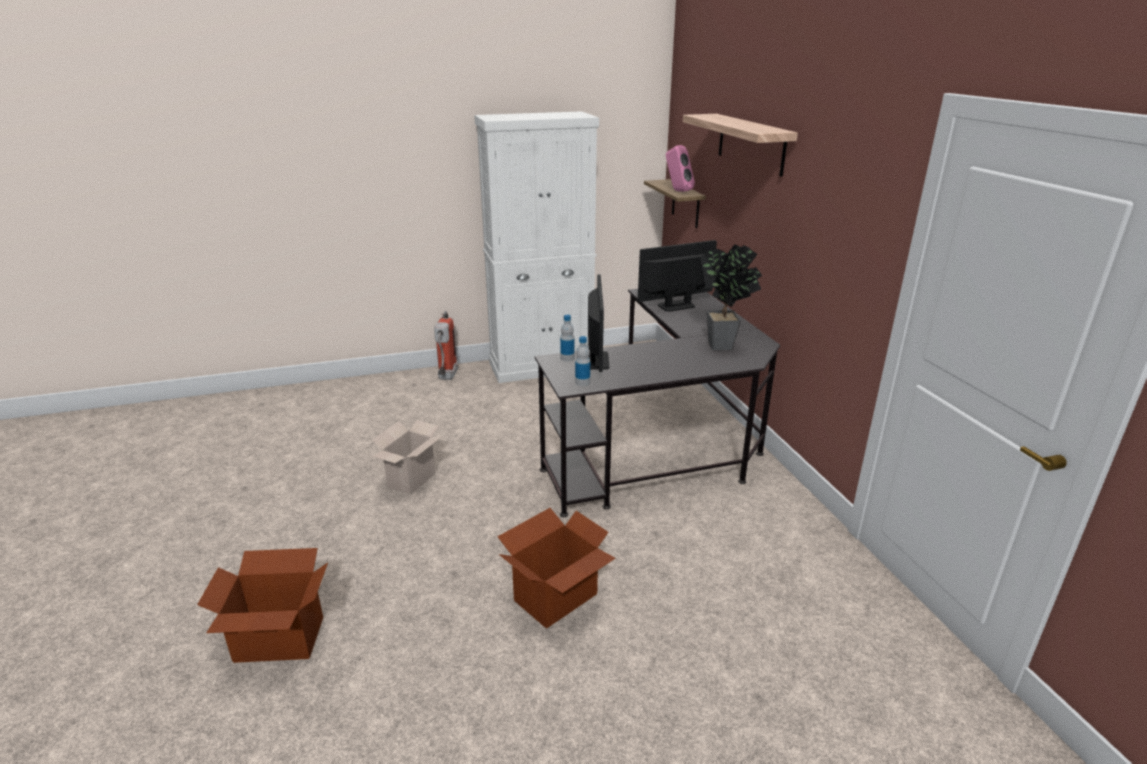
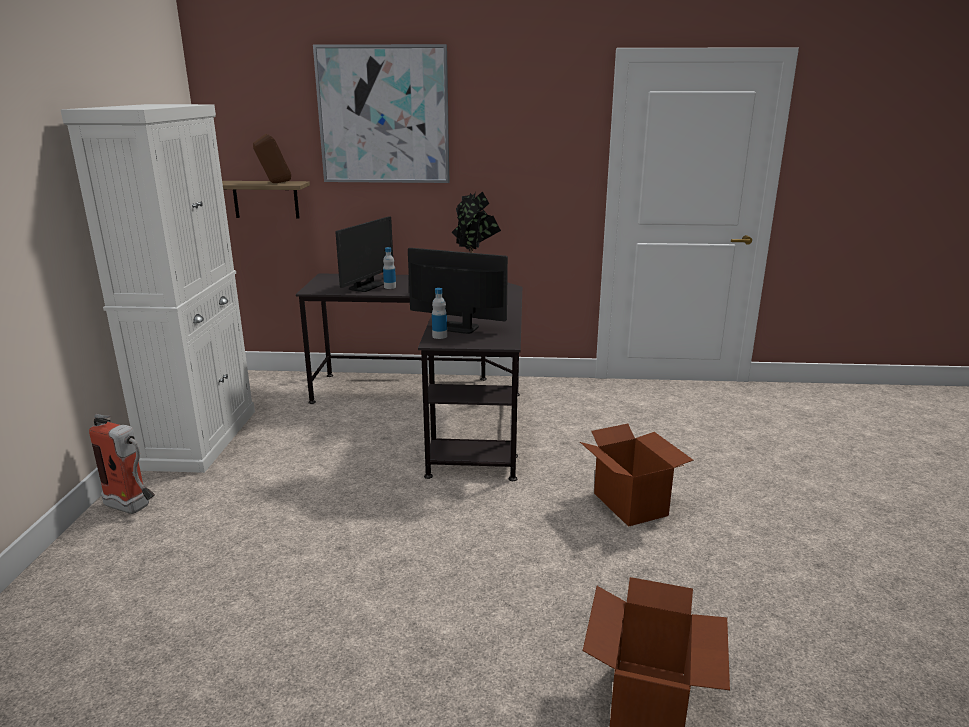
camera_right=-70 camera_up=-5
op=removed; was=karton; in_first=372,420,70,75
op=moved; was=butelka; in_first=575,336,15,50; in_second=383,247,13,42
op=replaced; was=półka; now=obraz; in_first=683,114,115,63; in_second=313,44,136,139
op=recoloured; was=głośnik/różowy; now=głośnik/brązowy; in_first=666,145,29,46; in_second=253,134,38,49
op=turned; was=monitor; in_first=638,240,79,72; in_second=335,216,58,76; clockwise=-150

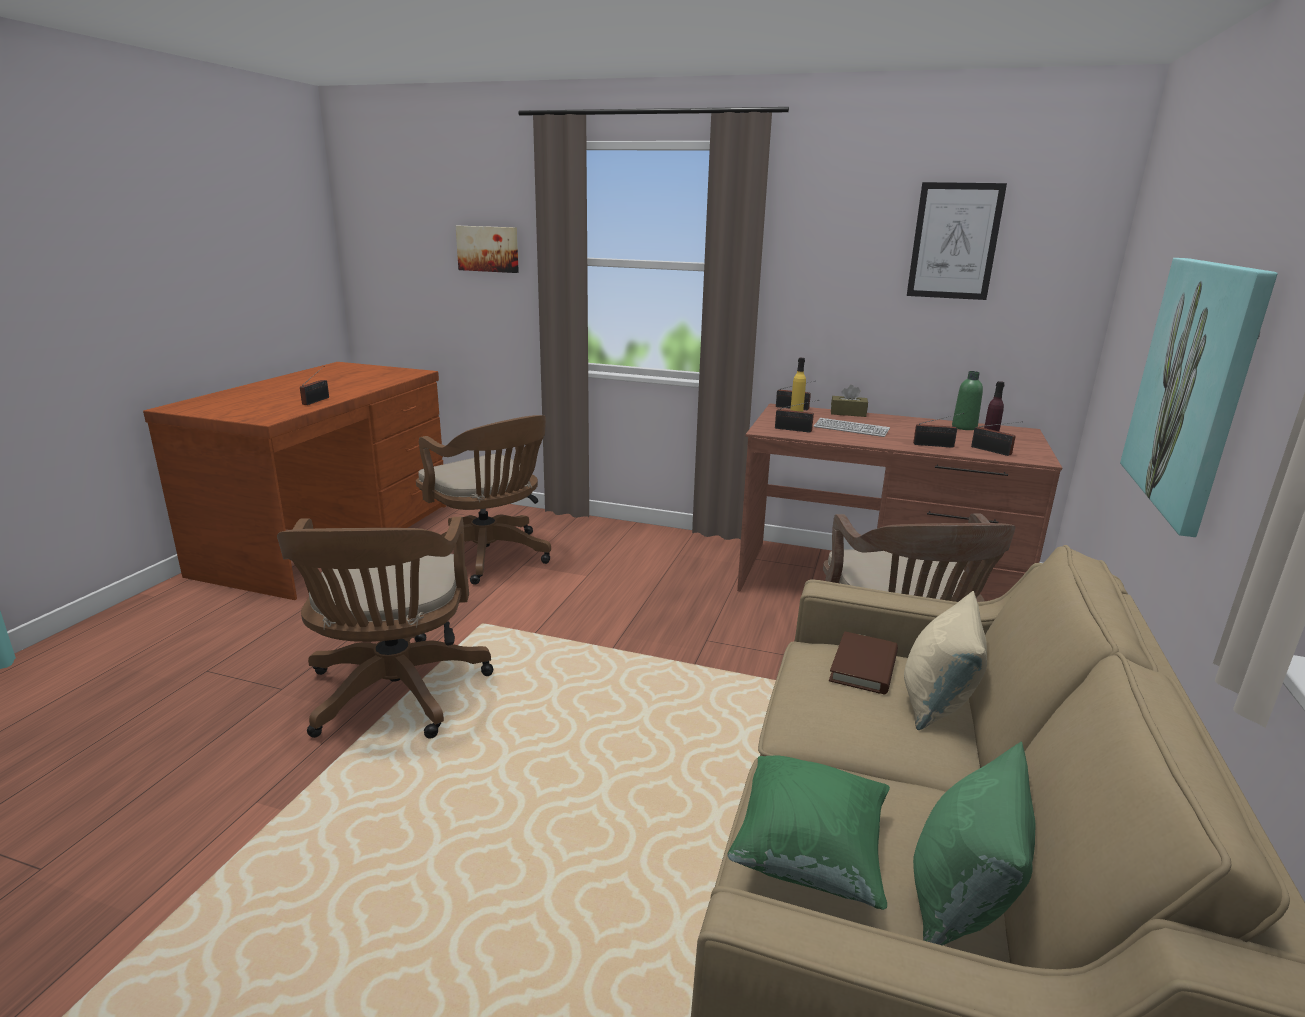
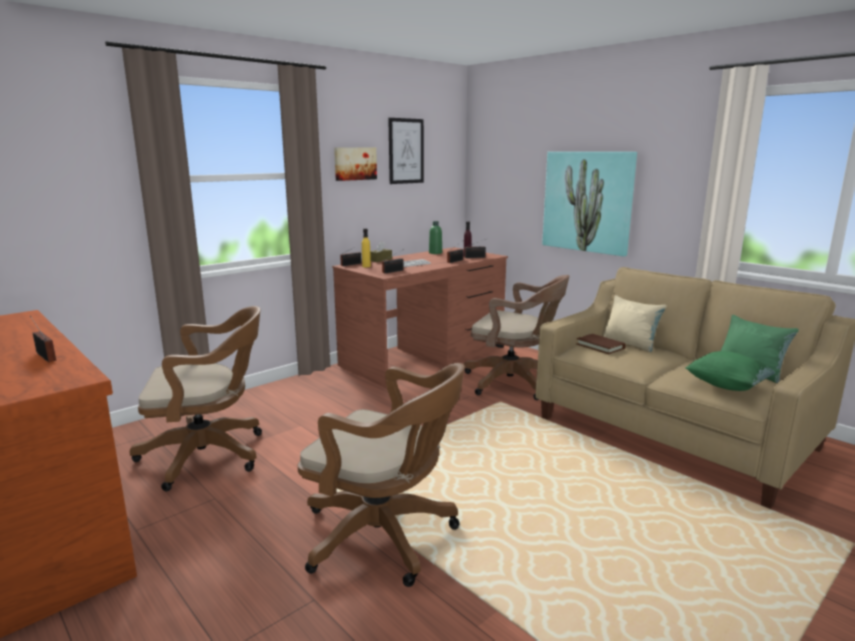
camera_right=-60 camera_up=-5
op=moved; was=obraz; in_first=456,226,63,47; in_second=334,147,43,34

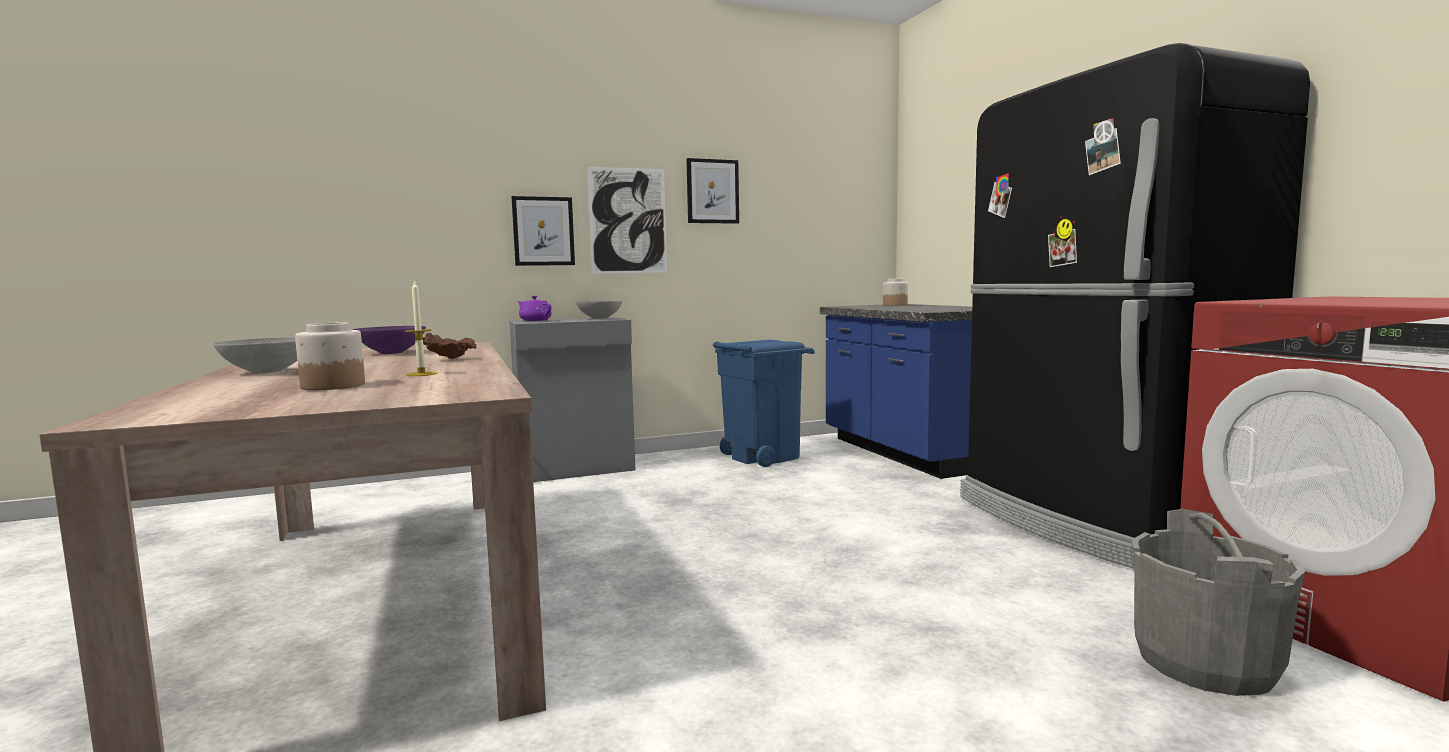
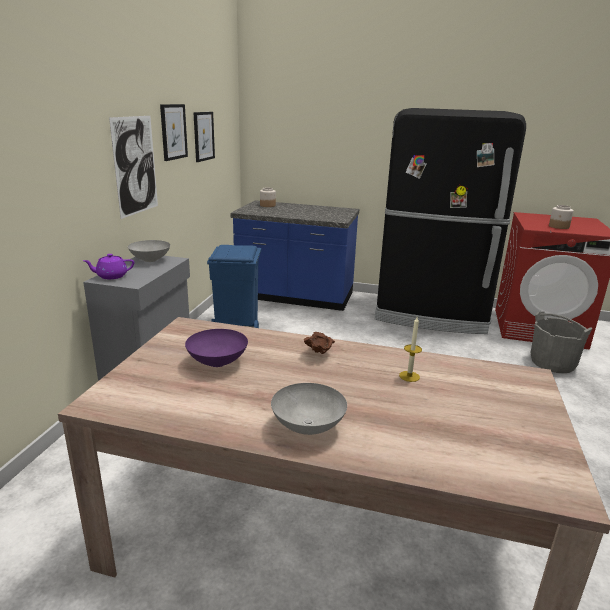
camera_right=-55 camera_up=15
op=moved; was=słoik; in_first=295,323,70,67; in_second=549,205,25,24
op=moved; was=obraz; in_first=511,196,64,70; in_second=193,112,22,50

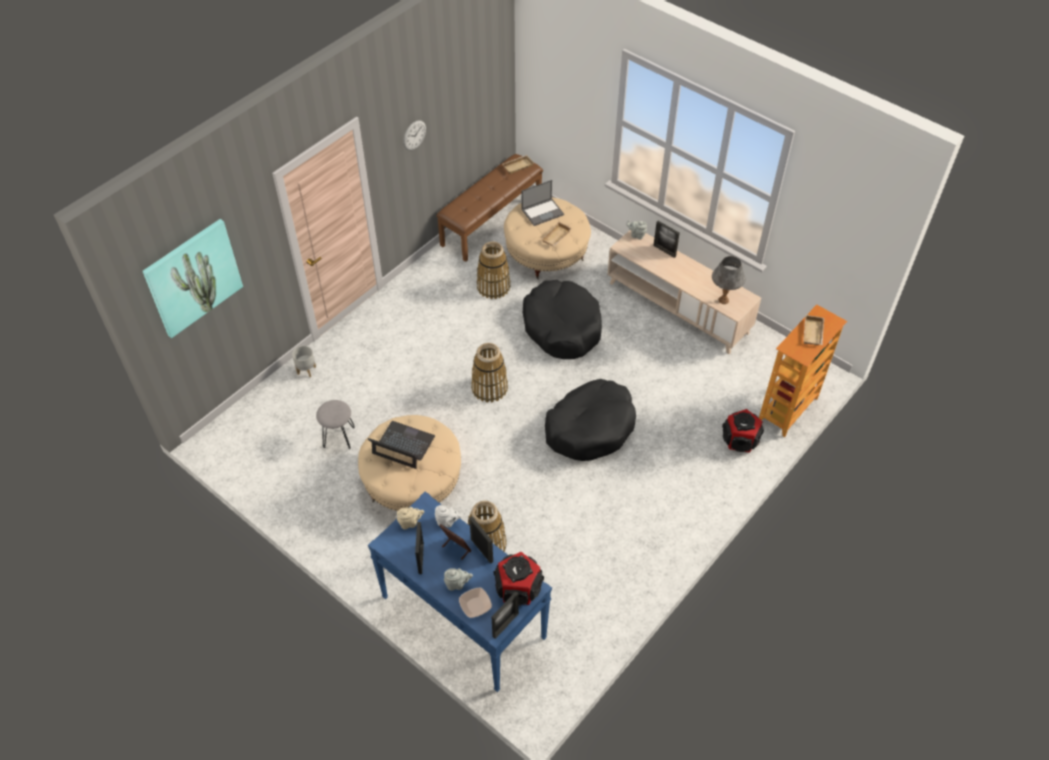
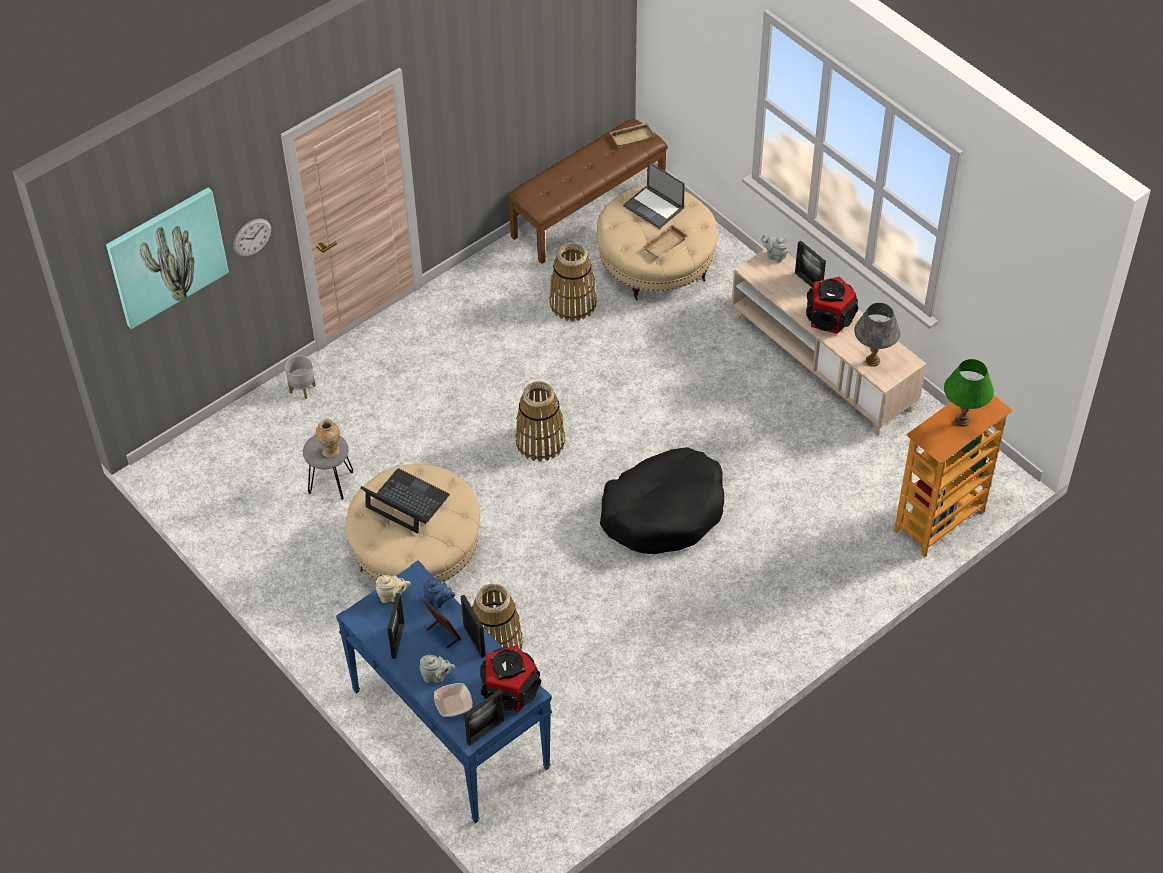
camera_right=10 camera_up=0
op=removed; was=legowisko/czarny; in_first=523,280,79,79
op=added; now=wazon; in_second=316,418,24,40
op=moved; was=zegar ścienny; in_first=403,120,23,31; in_second=233,219,38,38
op=moved; was=głośnik; in_first=722,409,42,44; in_second=806,277,52,57
op=replaced; was=taca/beżowy; now=lampa stołowa/zielony; in_first=803,315,21,30; in_second=944,359,50,68
op=recoloured; was=imbryk/biały; now=imbryk/niebieski; in_first=435,505,27,23; in_second=423,578,32,30
op=turned; was=laptop; in_first=521,180,43,46; in_second=623,161,62,68; clockwise=60

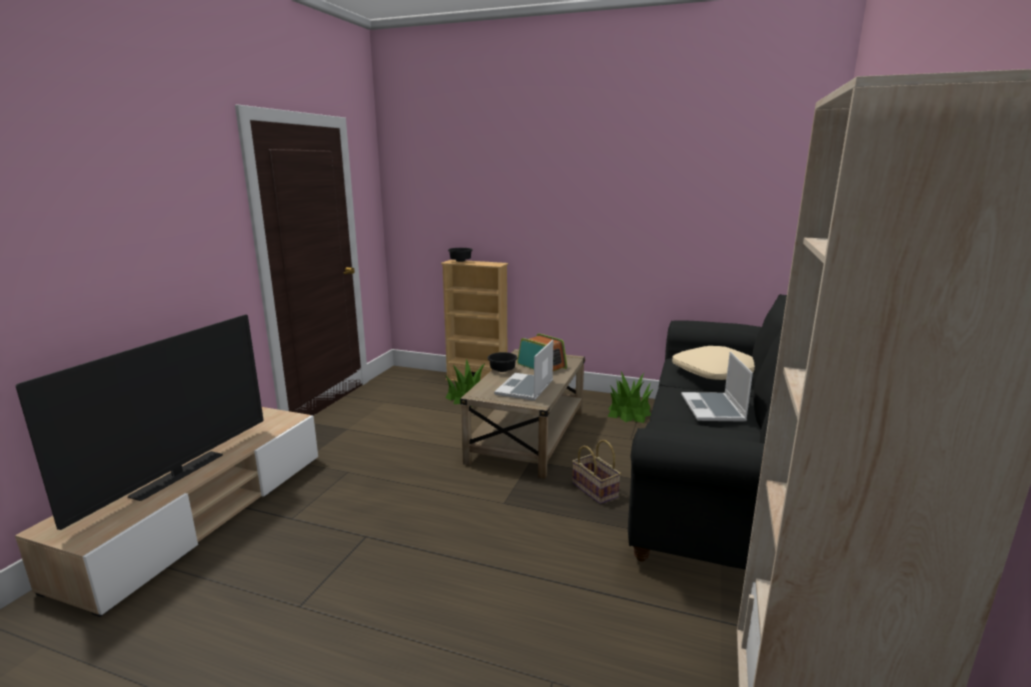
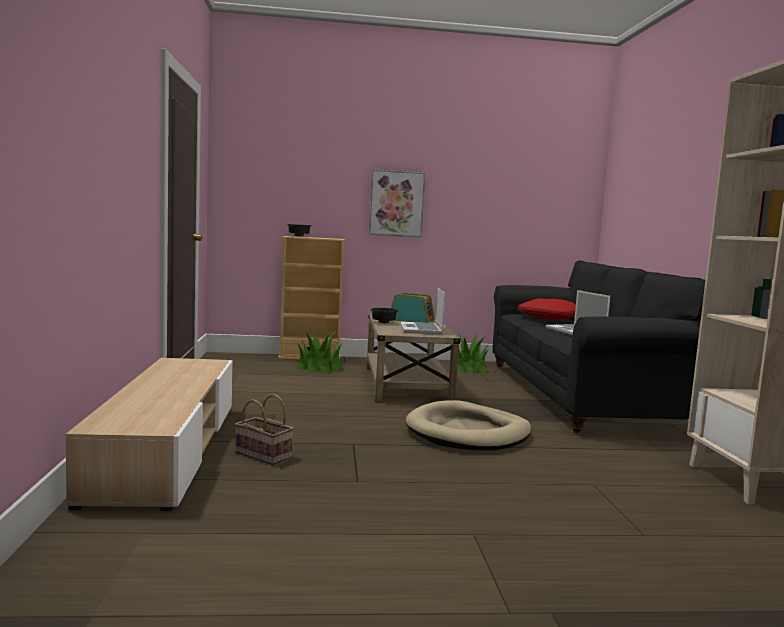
camera_right=-25 camera_up=-10
op=removed; was=telewizor; in_first=16,314,247,216
op=added; now=obraz; in_second=369,169,56,69
op=added; now=legowisko/beżowy; in_second=405,400,126,51
op=moved; was=koszyk; in_first=572,440,49,64; in_second=235,394,59,71
op=recoloured; was=poduszka/beżowy; now=poduszka/czerwony; in_first=672,346,83,34; in_second=518,298,58,22

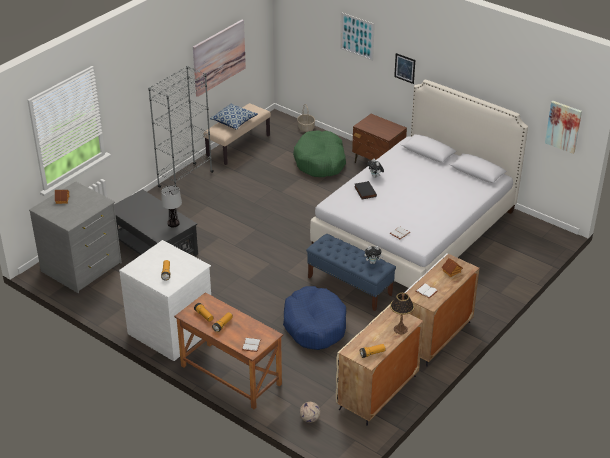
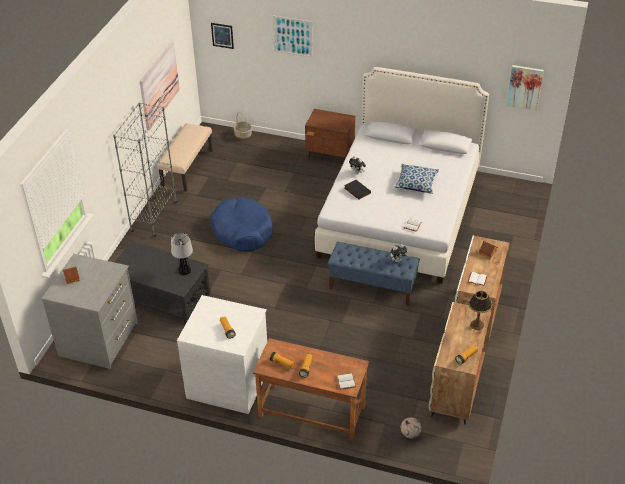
camera_right=-20 camera_up=5
op=removed; was=legowisko/zielony; in_first=293,130,53,47
op=moved; was=poduszka; in_first=210,104,48,26; in_second=395,164,44,30
op=moved; was=legowisko/niebieski; in_first=283,286,63,64; in_second=211,197,62,55
op=moved; was=obraz; in_first=394,53,21,31; in_second=211,23,23,26

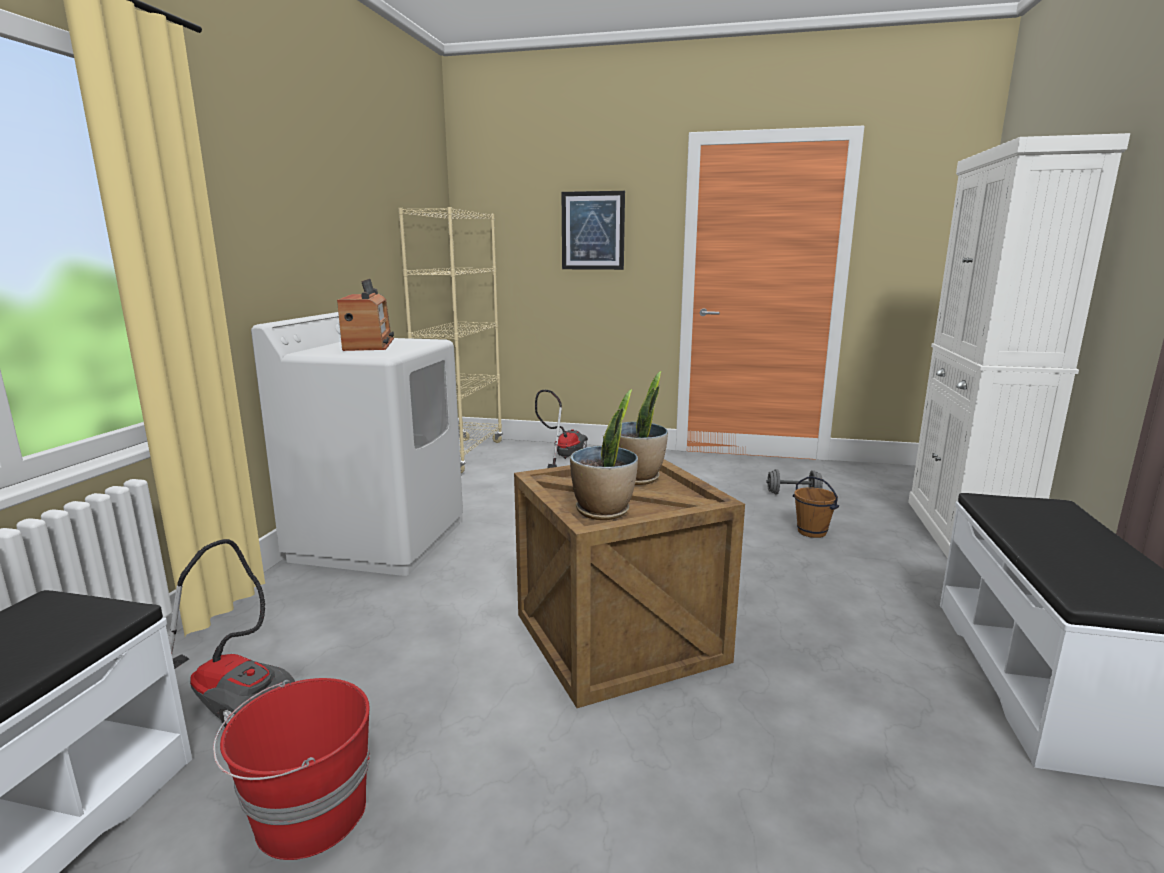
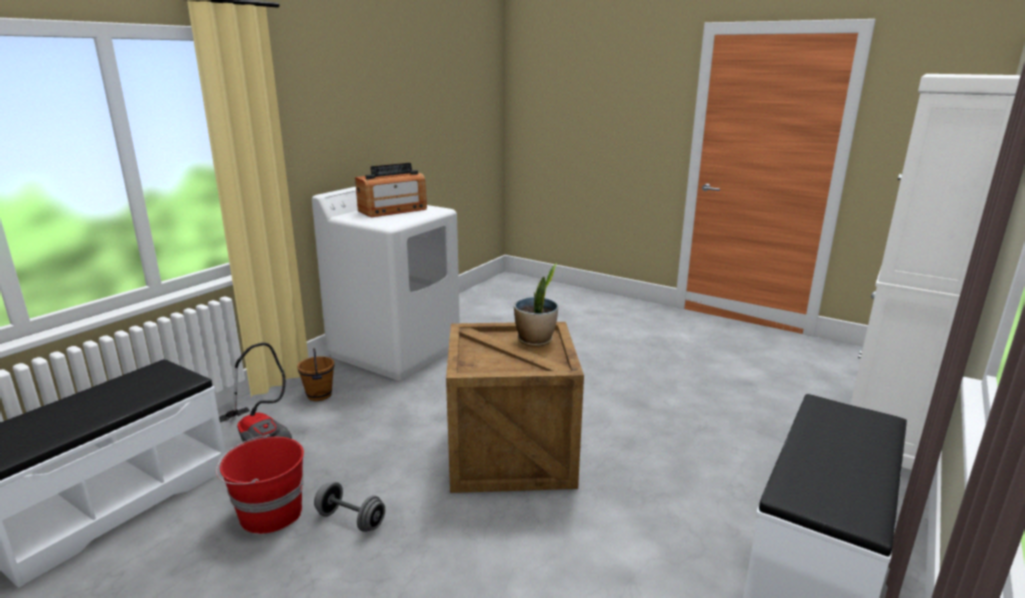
camera_right=20 camera_up=5
op=removed; was=regał/beżowy; in_first=398,207,105,266
op=removed; was=odkurzacz; in_first=535,390,53,78
op=removed; was=obraz; in_first=562,191,63,79
op=removed; was=roślina doniczkowa; in_first=570,389,68,131
op=moved; was=hantel/szary; in_first=766,469,57,25; in_second=314,482,71,50
op=moved; was=wiadro/brązowy; in_first=793,476,46,62; in_second=297,348,37,53
op=turned; was=radio; in_first=337,279,57,72; in_second=355,163,72,54; clockwise=45

